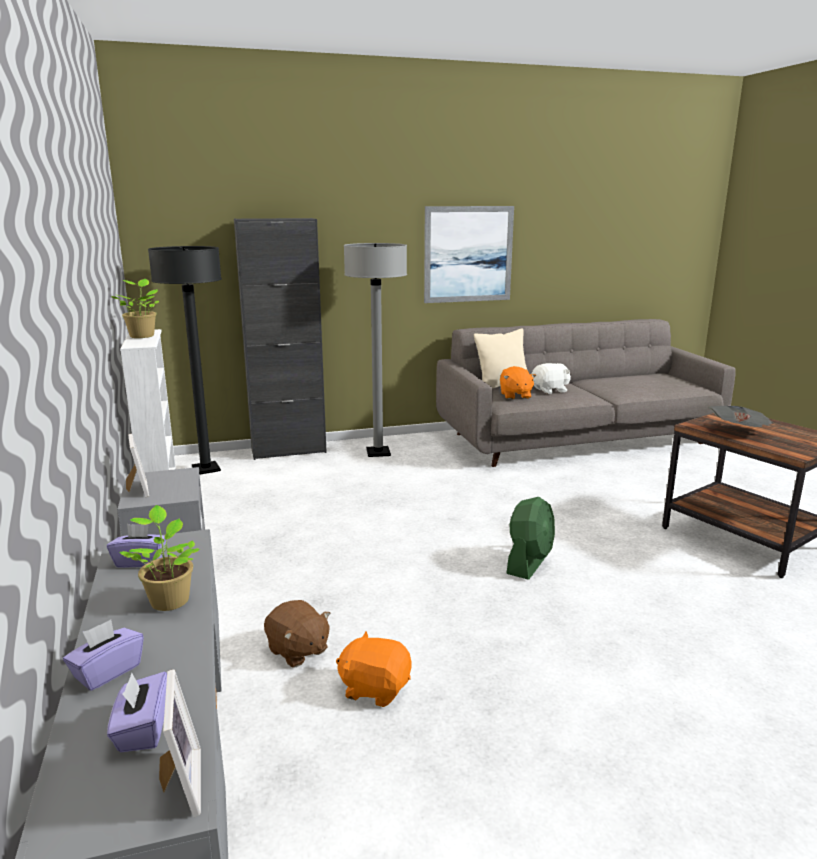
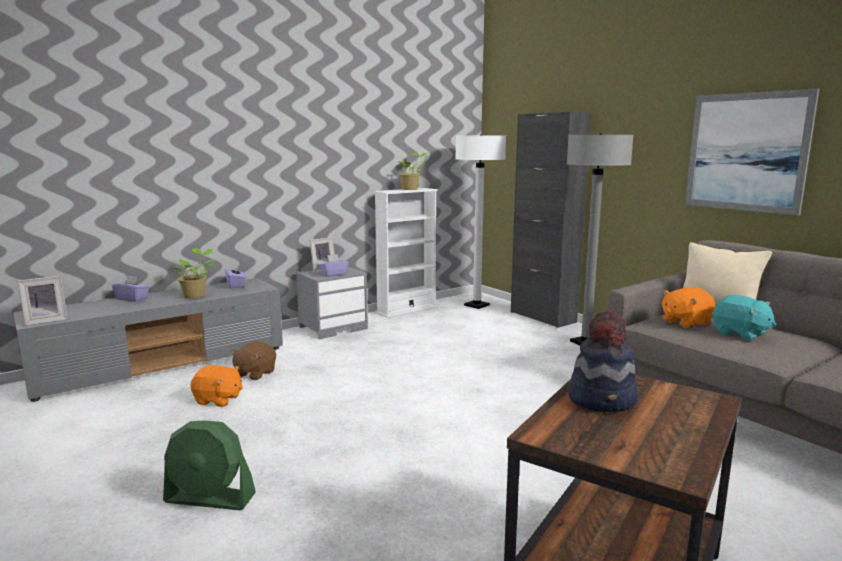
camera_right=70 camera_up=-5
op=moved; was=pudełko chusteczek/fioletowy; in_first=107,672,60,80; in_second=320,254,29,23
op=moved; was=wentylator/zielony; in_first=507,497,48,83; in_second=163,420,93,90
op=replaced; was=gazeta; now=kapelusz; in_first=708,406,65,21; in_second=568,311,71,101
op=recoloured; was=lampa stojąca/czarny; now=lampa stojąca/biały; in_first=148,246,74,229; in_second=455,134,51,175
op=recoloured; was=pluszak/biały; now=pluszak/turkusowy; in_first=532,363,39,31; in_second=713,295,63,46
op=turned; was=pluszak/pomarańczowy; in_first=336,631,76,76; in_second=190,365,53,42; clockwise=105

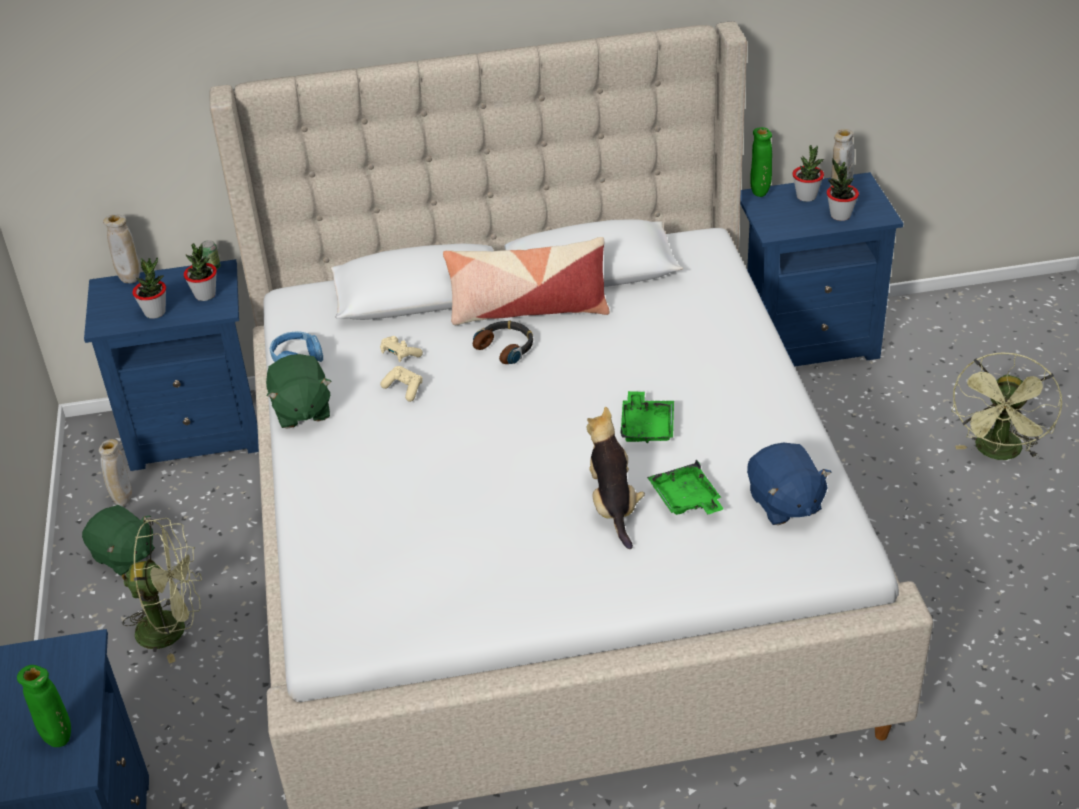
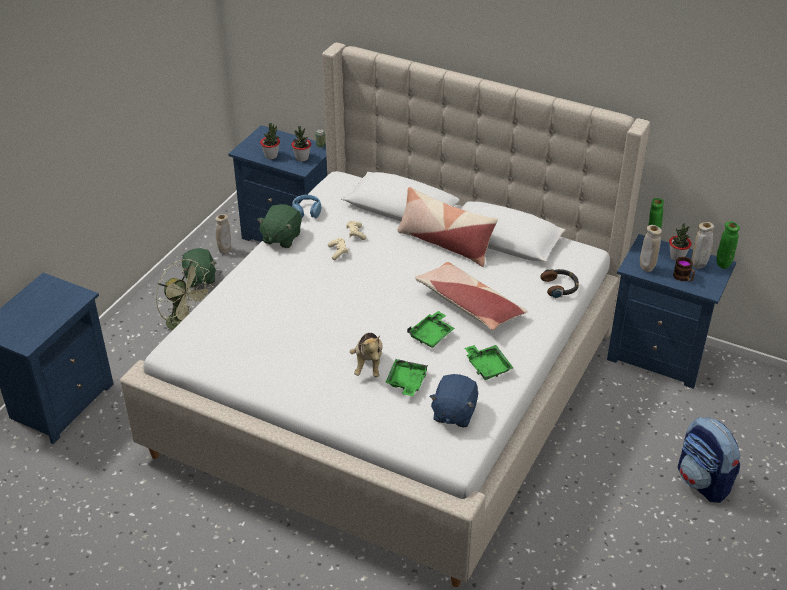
camera_right=35 camera_up=0
op=added; now=poduszka; in_second=415,262,113,68
op=added; now=taca/zielony; in_second=465,345,48,35
op=moved; was=wazon/zielony; in_first=17,665,54,82; in_second=717,221,23,48
op=moved; was=wazon/beżowy; in_first=103,214,37,69; in_second=640,225,22,47
op=moved; was=słuchawki; in_first=473,320,60,44; in_second=540,269,39,29
op=replaced; was=roślina doniczkowa; now=kubek; in_first=827,159,32,62; in_second=673,257,22,25
op=replaced; was=wentylator/zielony; now=plecak; in_first=952,352,110,108; in_second=678,417,62,86
op=turned; was=pluszak; in_first=586,407,59,142; in_second=350,333,33,44; clockwise=150

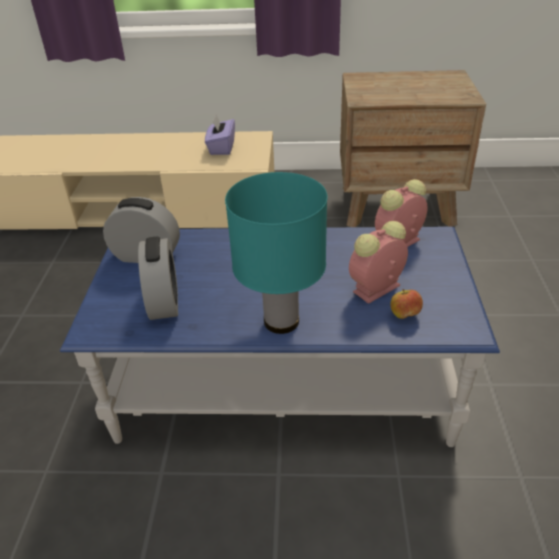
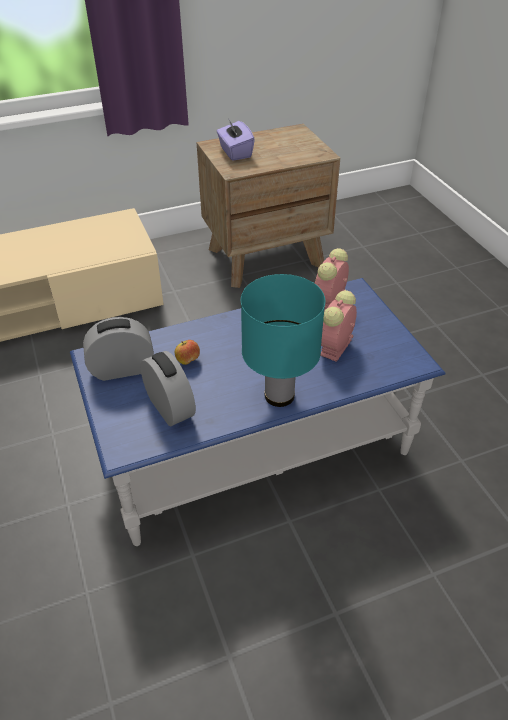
camera_right=-25 camera_up=5
op=moved; was=pudełko chusteczek/fioletowy; in_first=205,114,30,41; in_second=217,118,38,43
op=moved; was=jabłko; in_first=390,289,33,30; in_second=175,340,25,25

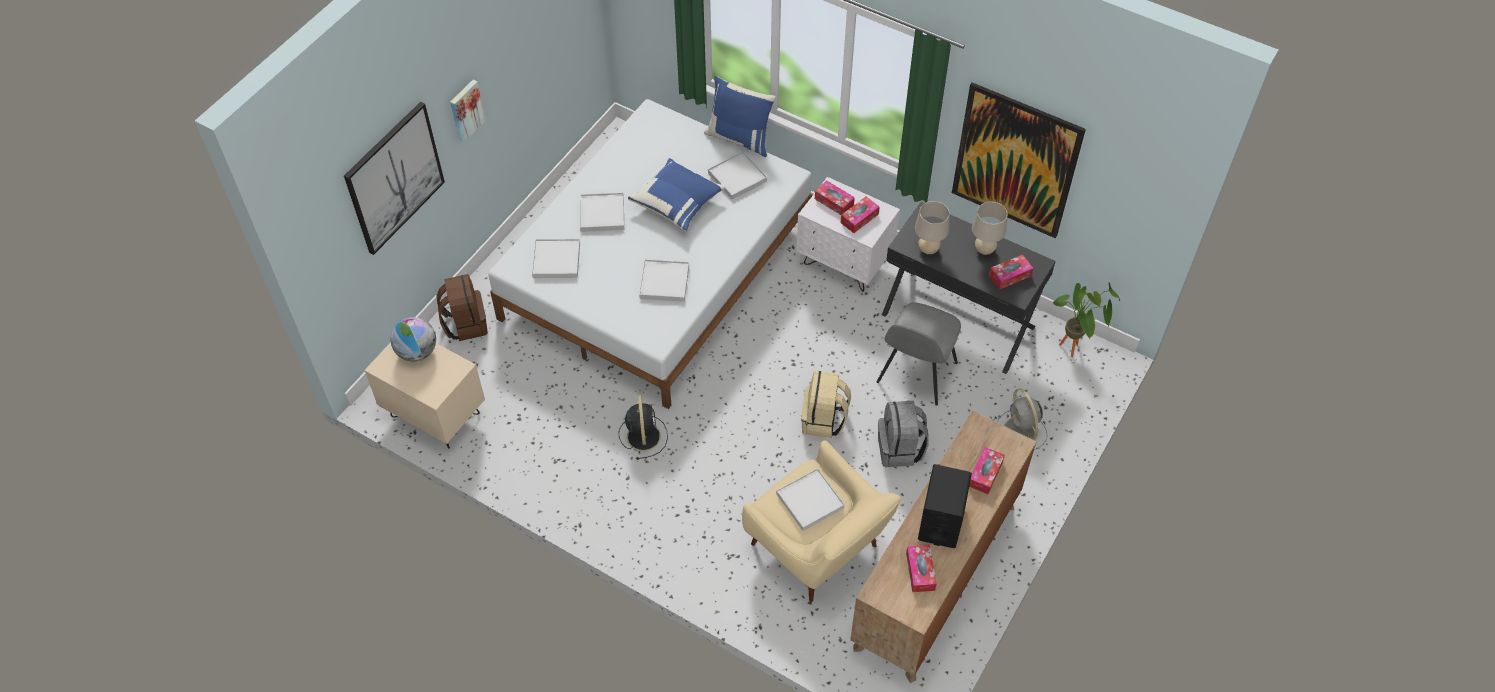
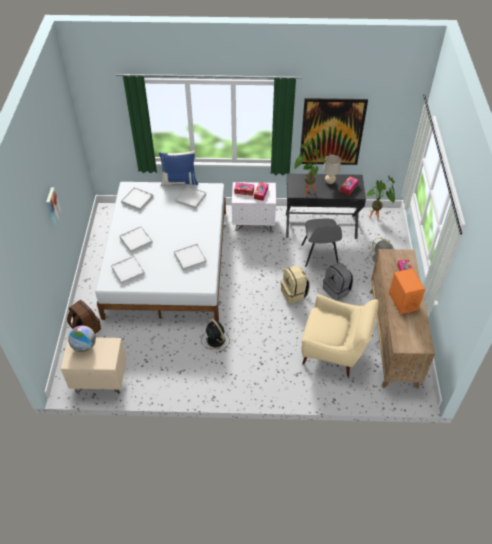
camera_right=-30 camera_up=-5
op=removed; was=obraz; in_first=344,102,101,153
op=removed; was=poduszka/niebieski; in_first=628,158,97,73
op=removed; was=pudełko chusteczek; in_first=906,545,31,47
op=moved; was=taca/biały; in_first=776,468,69,63; in_second=121,187,32,24
op=replaced; was=lampa stołowa/beżowy; now=roślina doniczkowa; in_first=915,201,35,53; in_second=294,141,33,55
op=recoloured; was=głośnik/czarny; now=głośnik/pomarańczowy; in_first=918,464,54,84; in_second=389,268,36,46

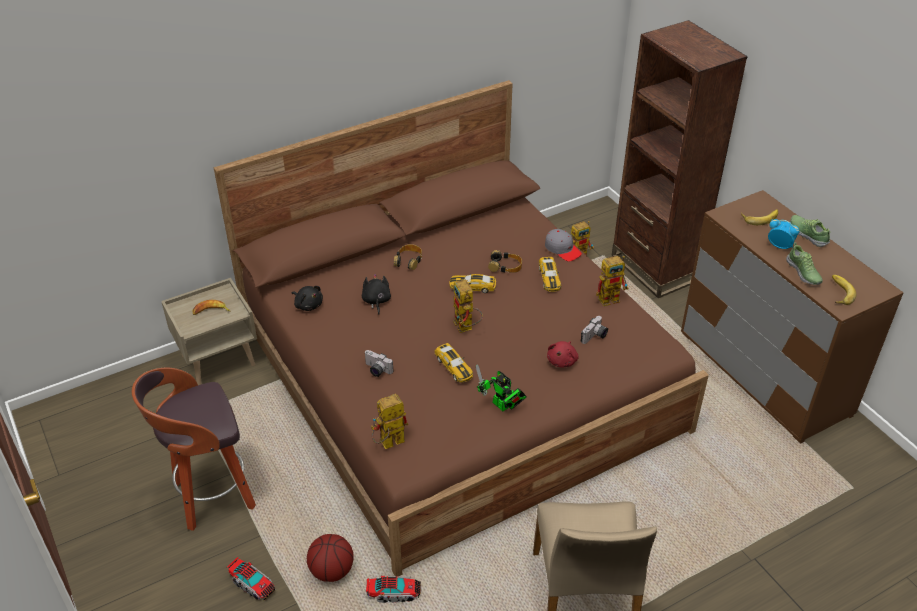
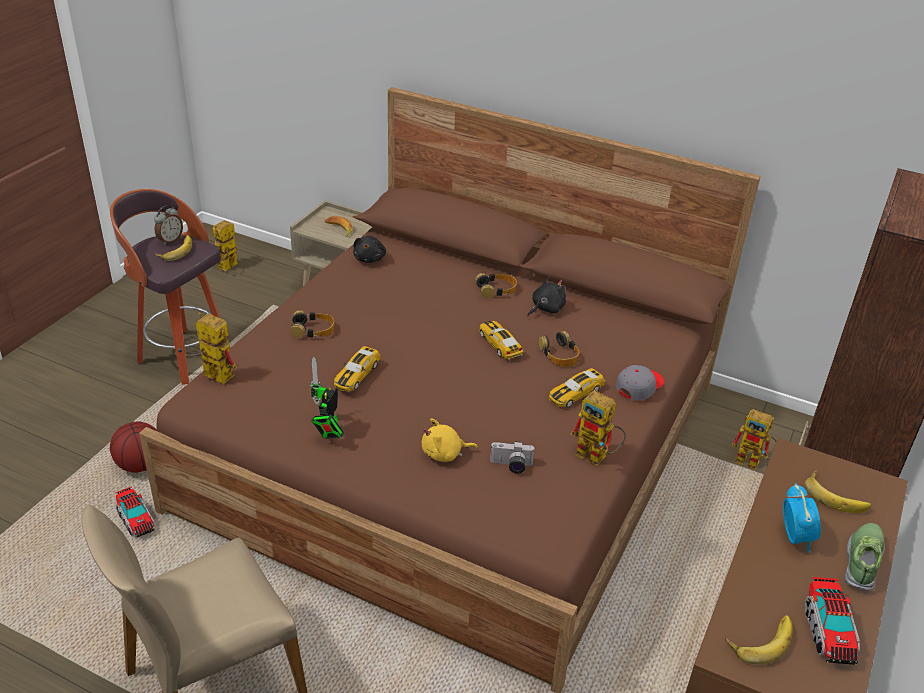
camera_right=55 camera_up=-5
op=removed; was=but; in_first=786,243,37,42
op=added; now=budzik; in_second=154,205,29,40
op=added; now=banan; in_second=155,235,37,26
op=moved; was=ciężarówka zabawkowa; in_first=227,557,49,44; in_second=805,577,55,88
op=moved; was=pluszak/czarny; in_first=362,274,29,41; in_second=527,276,39,41
op=moved; was=robot zabawkowy; in_first=453,279,30,54; in_second=213,220,25,51
op=replaced; was=aparat fotograficzny; now=słuchawki; in_first=364,350,29,27; in_second=290,310,44,28
op=recoloured; was=pluszak/czerwony; now=pluszak/żółty; in_first=547,341,31,27; in_second=422,418,56,44
op=turned; was=czapka z daszkiem/szary; in_first=545,229,37,32; in_second=616,365,48,35; clockwise=-150

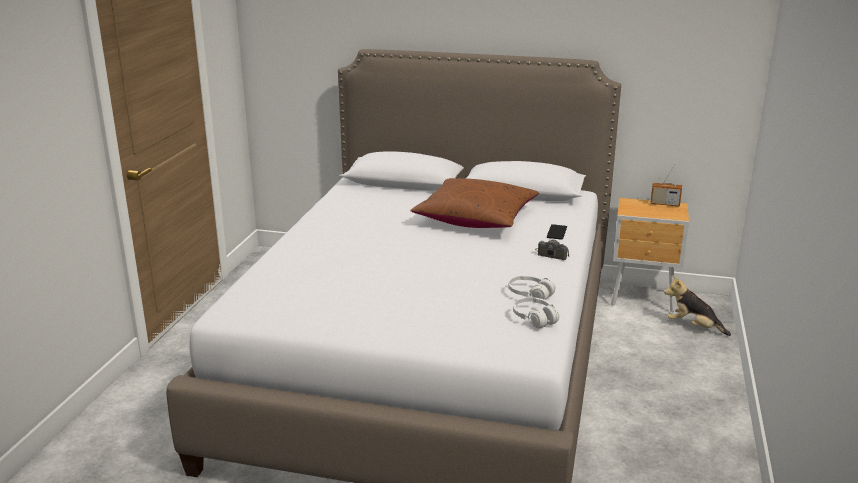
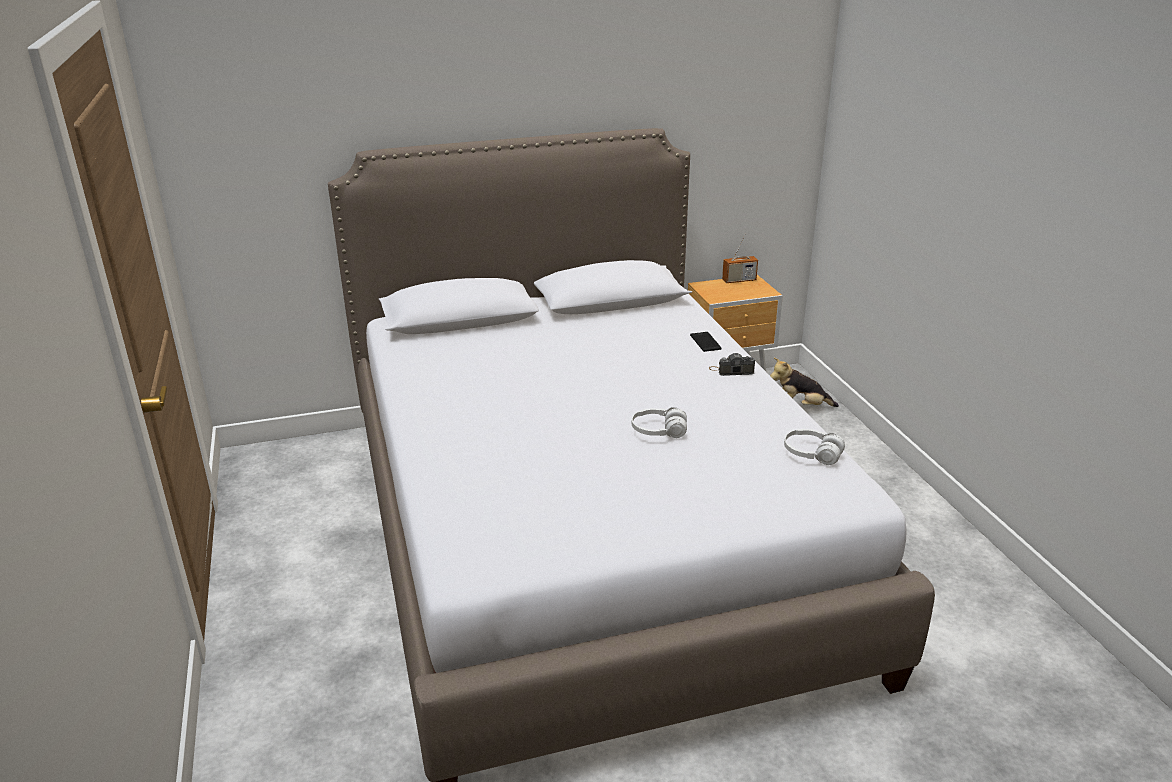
camera_right=-30 camera_up=5
op=removed; was=poduszka/brązowy; in_first=410,178,129,50
op=moved; was=słuchawki/biały; in_first=508,275,48,25; in_second=632,407,55,31

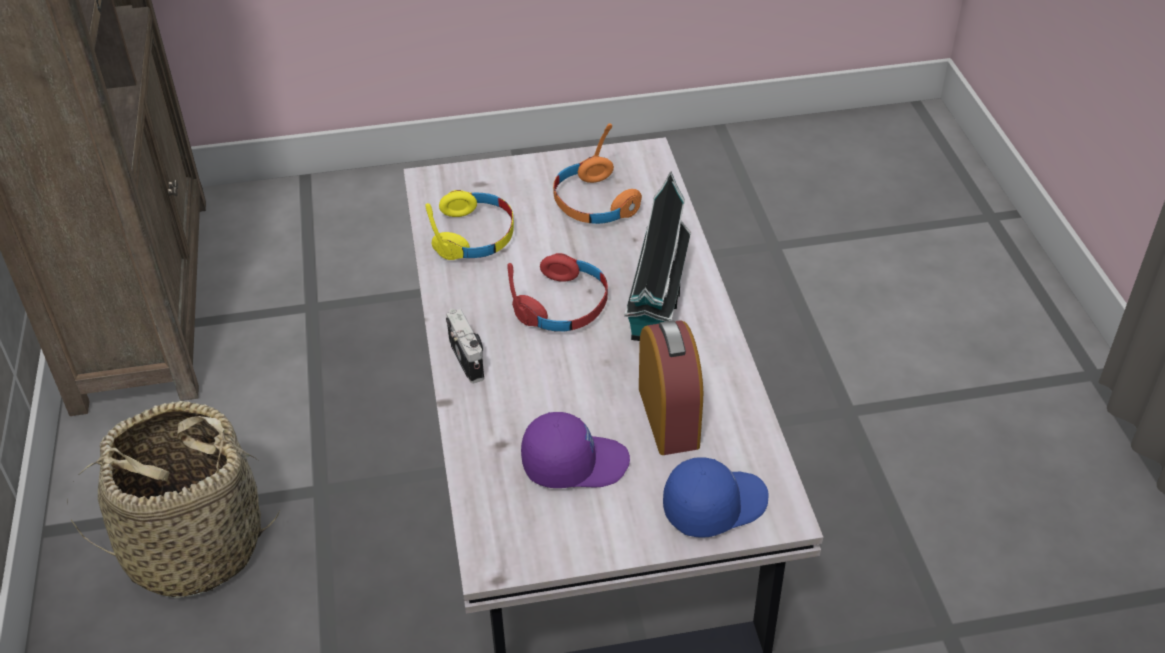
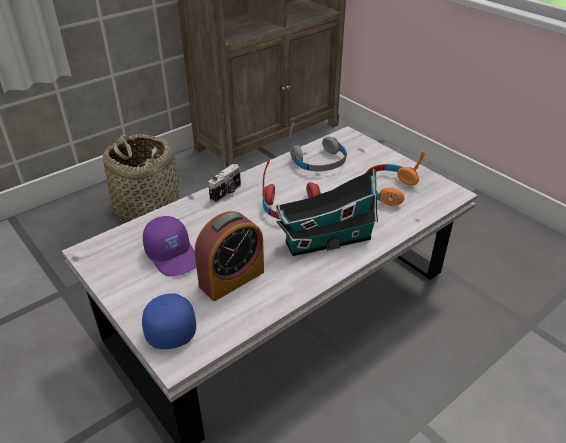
camera_right=60 camera_up=-5
op=recoloured; was=słuchawki/żółty; now=słuchawki/szary; in_first=425,190,89,70; in_second=289,122,58,50
op=turned; was=czapka z daszkiem/niebieski; in_first=663,457,106,81; in_second=142,293,54,56; clockwise=-135

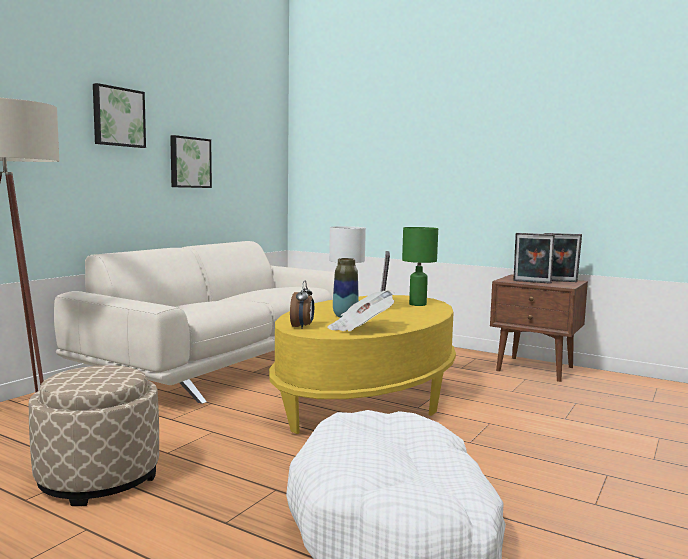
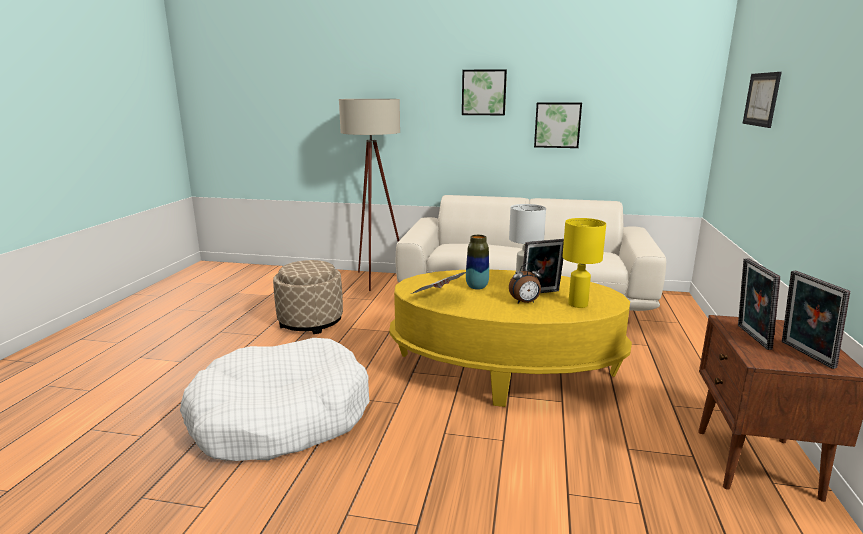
camera_right=70 camera_up=10
op=added; now=obraz; in_second=743,72,39,56
op=moved; was=budzik; in_first=290,281,24,48; in_second=509,263,33,41
op=recoloured; was=lampa stołowa/zielony; now=lampa stołowa/żółty; in_first=402,227,36,79; in_second=562,218,44,90

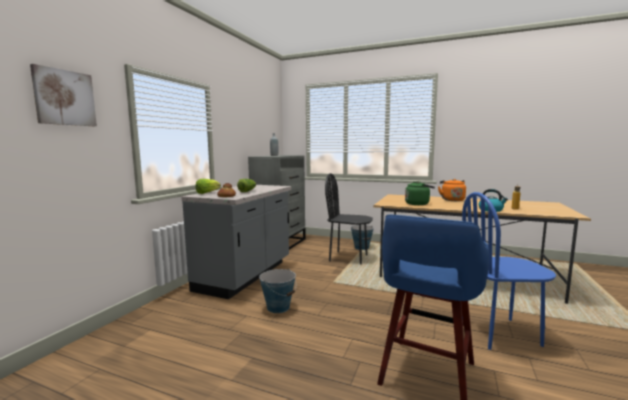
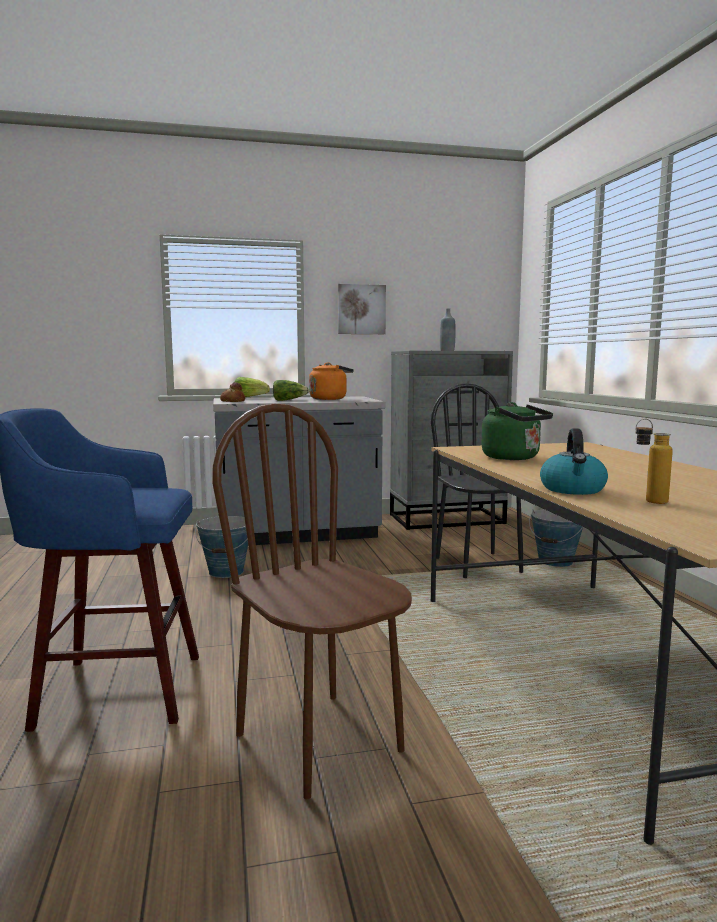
camera_right=55 camera_up=0
op=moved; was=obraz; in_first=30,64,67,62; in_second=338,284,48,50
op=moved; was=czajnik/pomarańczowy; in_first=438,179,28,22; in_second=309,362,45,38
op=recoloured; was=krzesło/niebieski; now=krzesło/brązowy; in_first=462,192,94,158; in_second=212,403,200,396

